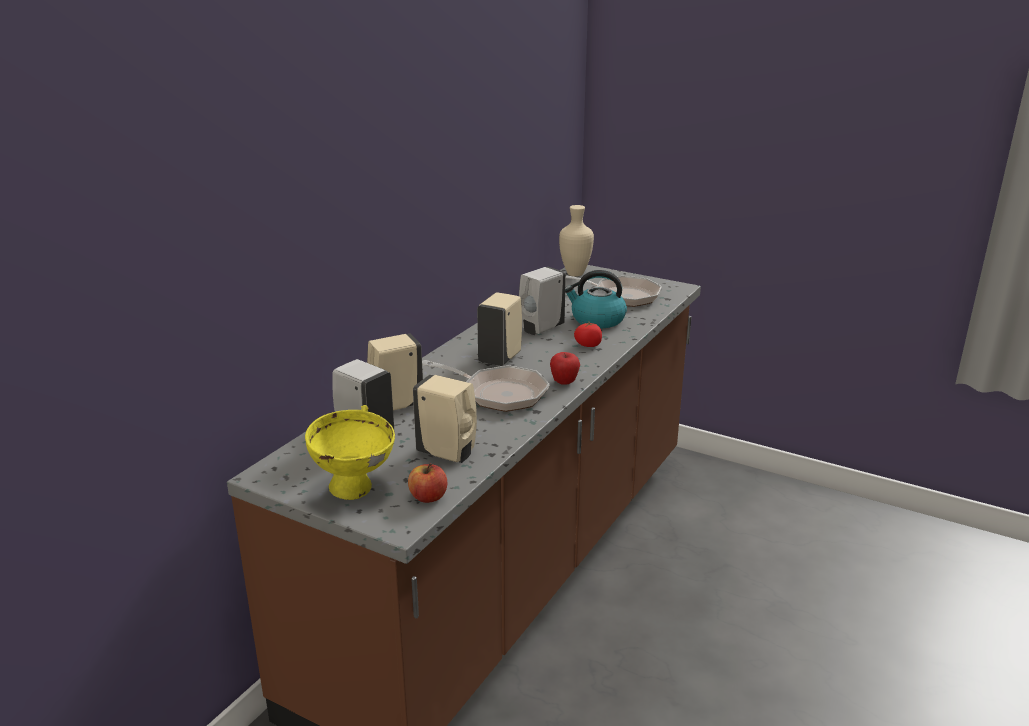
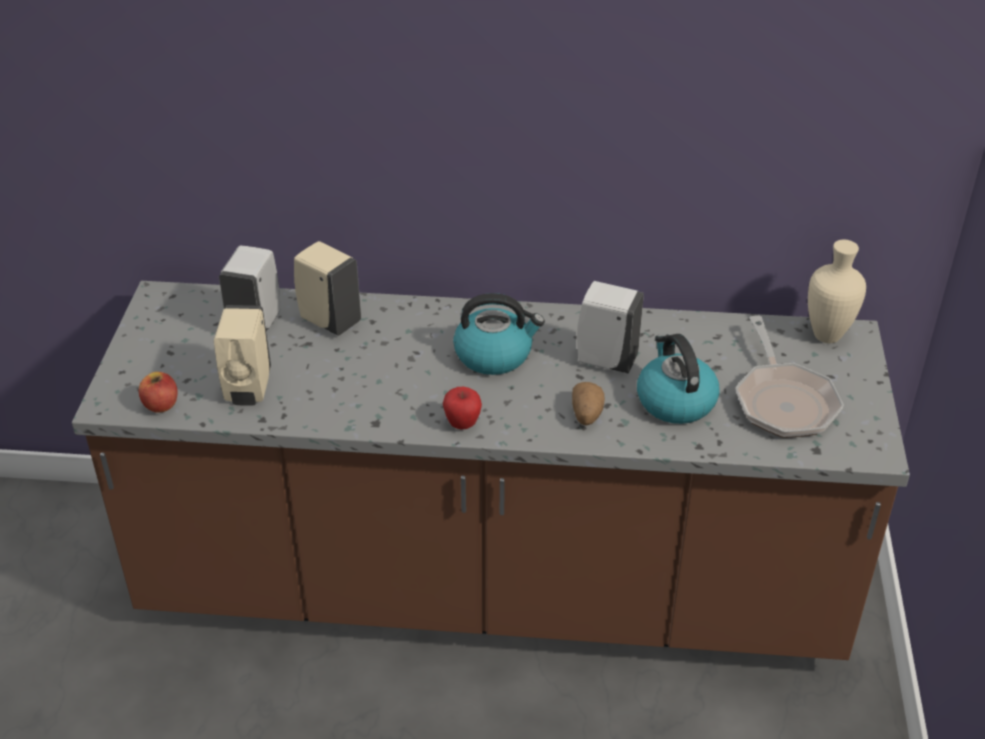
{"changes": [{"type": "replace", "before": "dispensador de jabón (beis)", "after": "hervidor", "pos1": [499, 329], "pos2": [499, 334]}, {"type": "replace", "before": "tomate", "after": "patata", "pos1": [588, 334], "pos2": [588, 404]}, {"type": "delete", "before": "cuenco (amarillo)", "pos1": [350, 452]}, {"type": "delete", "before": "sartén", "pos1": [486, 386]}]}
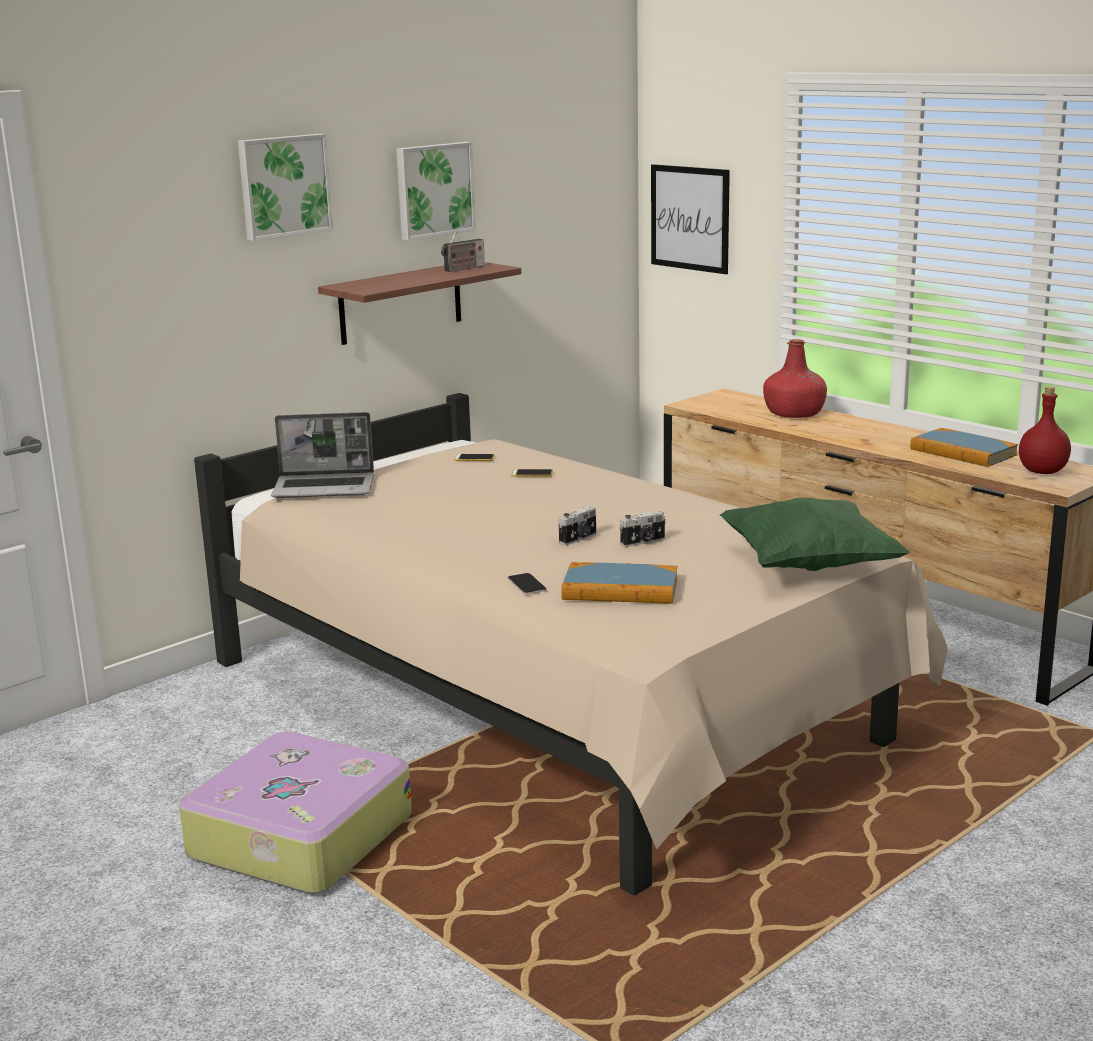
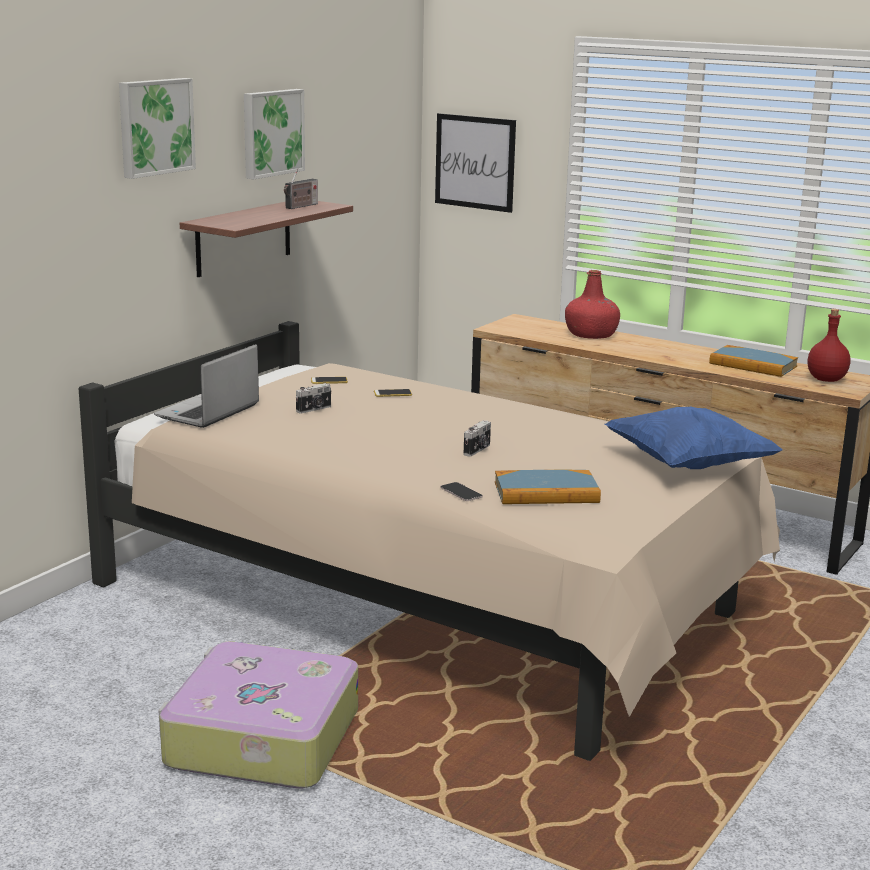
{"changes": [{"type": "rotate", "before": "portátil", "pos1": [322, 455], "pos2": [206, 386], "turn": 135}, {"type": "move", "before": "cámara", "pos1": [643, 528], "pos2": [313, 398]}, {"type": "recolor", "before": "cojín (verde)", "after": "cojín (azul)", "pos1": [815, 534], "pos2": [694, 438]}]}
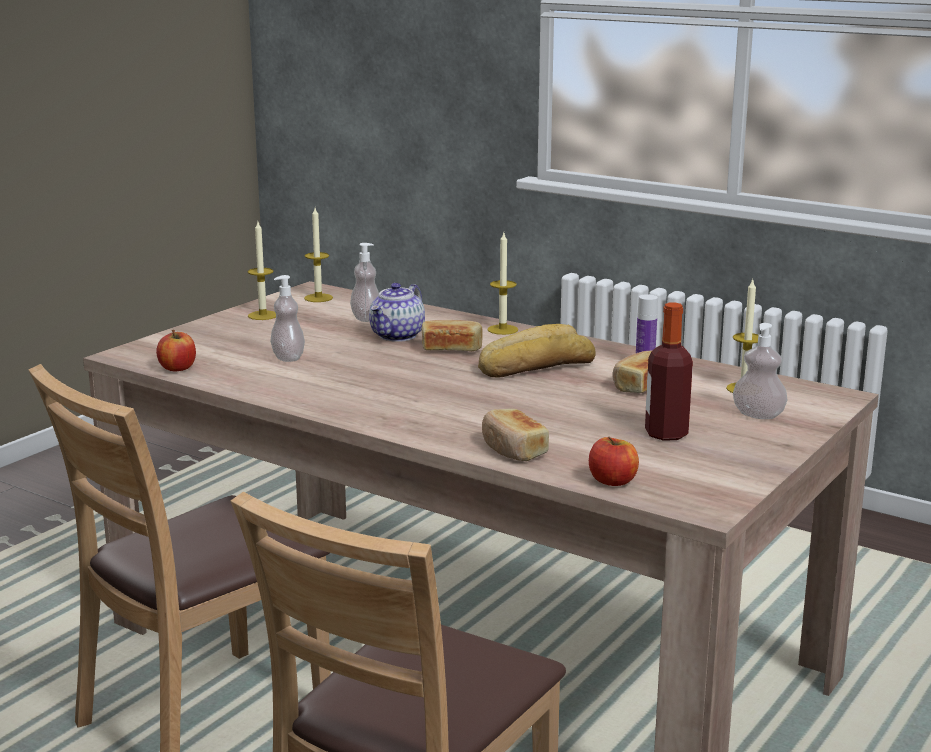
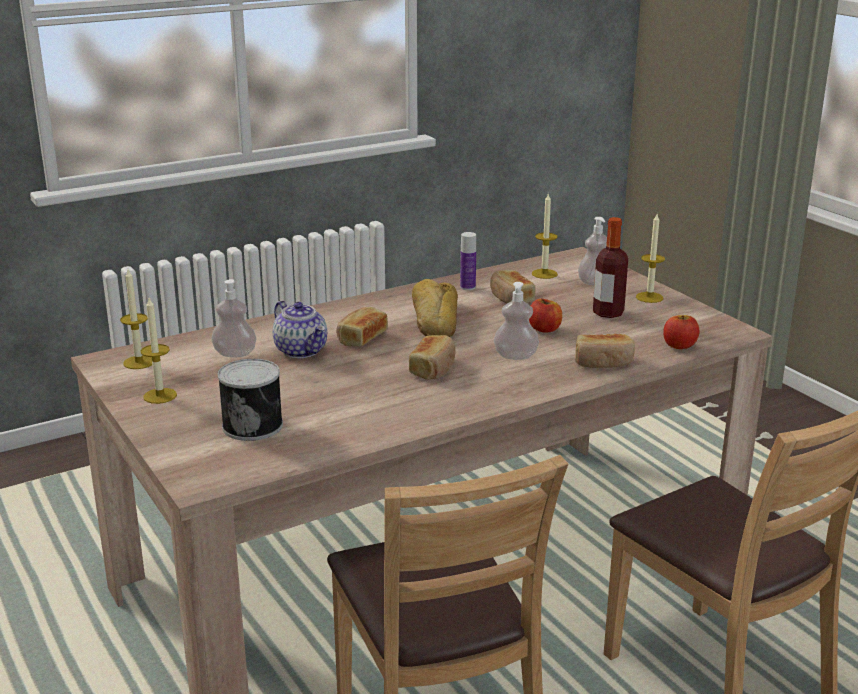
{"changes": [{"type": "insert", "after": "lata", "pos2": [250, 400]}, {"type": "insert", "after": "pan", "pos2": [432, 357]}, {"type": "move", "before": "dispensador de jabón", "pos1": [287, 318], "pos2": [516, 321]}, {"type": "move", "before": "manzana", "pos1": [176, 350], "pos2": [545, 315]}, {"type": "move", "before": "vela", "pos1": [502, 284], "pos2": [650, 258]}]}
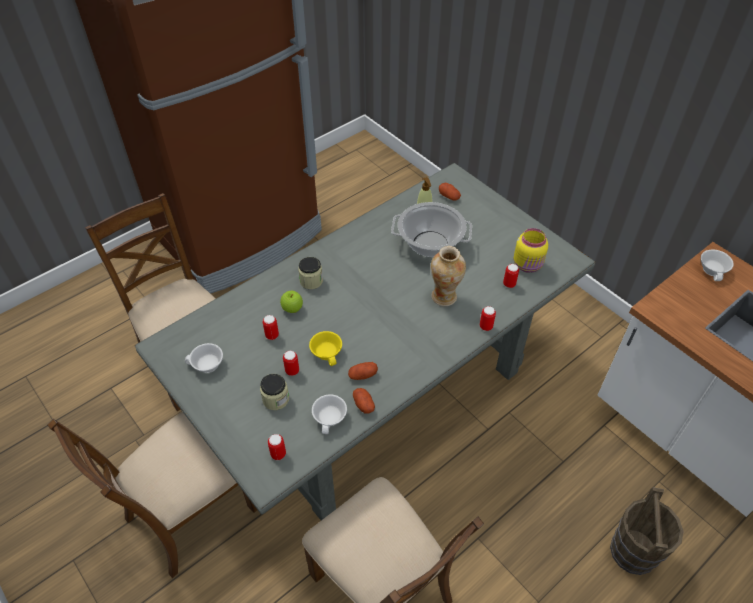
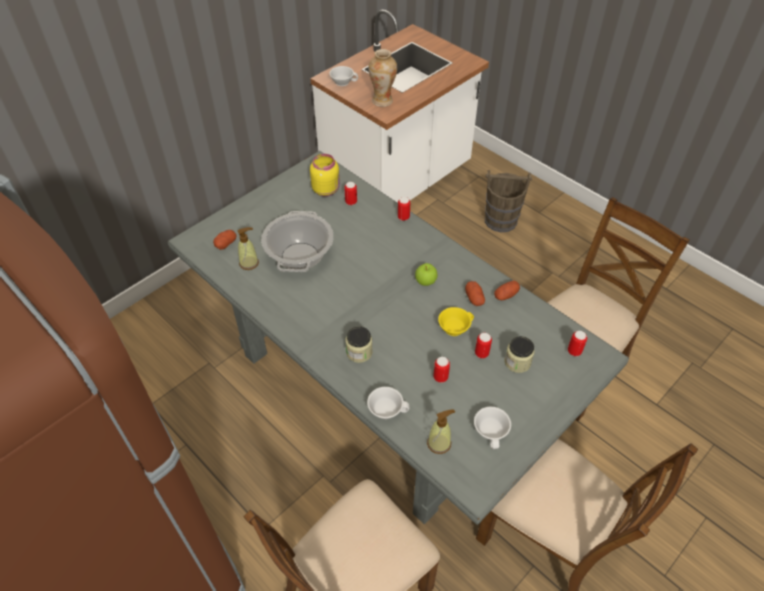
{"changes": [{"type": "move", "before": "taza (blanco)", "pos1": [329, 414], "pos2": [388, 403]}, {"type": "move", "before": "florero", "pos1": [448, 276], "pos2": [382, 78]}, {"type": "move", "before": "manzana", "pos1": [291, 302], "pos2": [426, 274]}, {"type": "insert", "after": "dispensador de jabón", "pos2": [441, 432]}]}
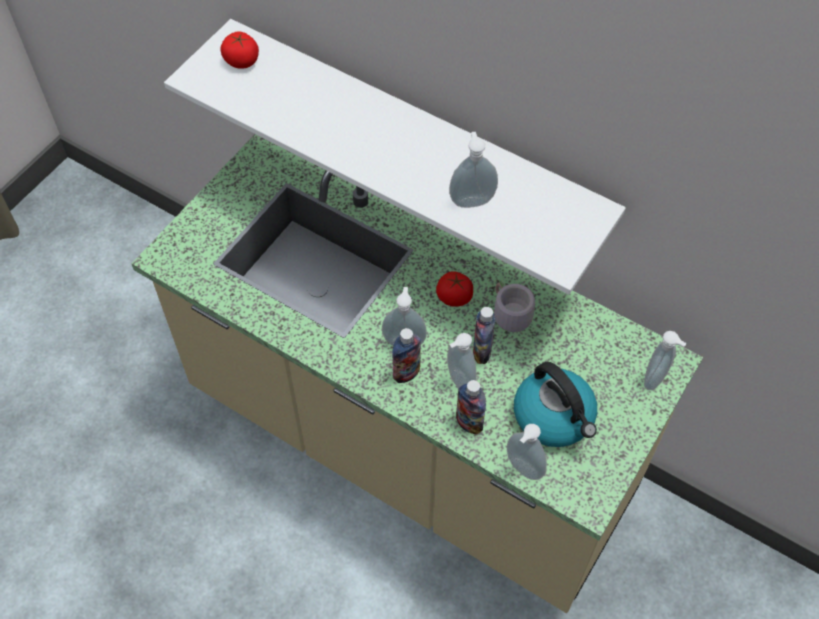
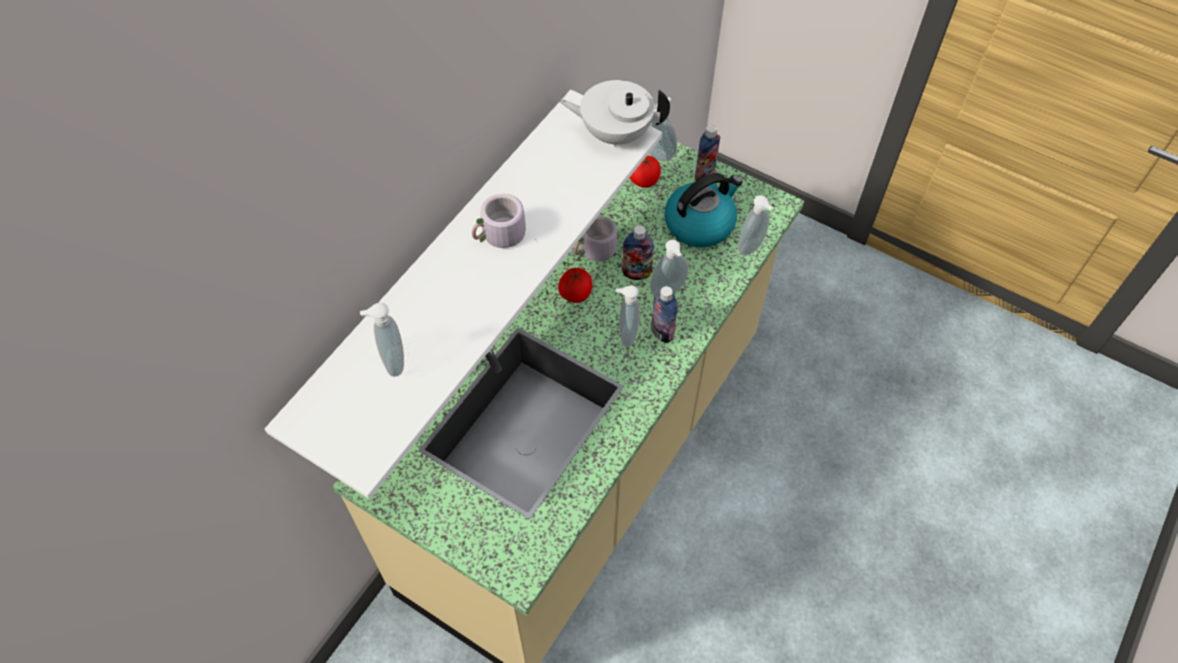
{"changes": [{"type": "move", "before": "dispensador de jabón", "pos1": [473, 170], "pos2": [382, 340]}, {"type": "insert", "after": "taza grande (gris)", "pos2": [504, 221]}, {"type": "insert", "after": "tetera (blanco)", "pos2": [614, 113]}, {"type": "move", "before": "tomate", "pos1": [239, 50], "pos2": [645, 171]}, {"type": "move", "before": "botella", "pos1": [471, 407], "pos2": [707, 153]}]}
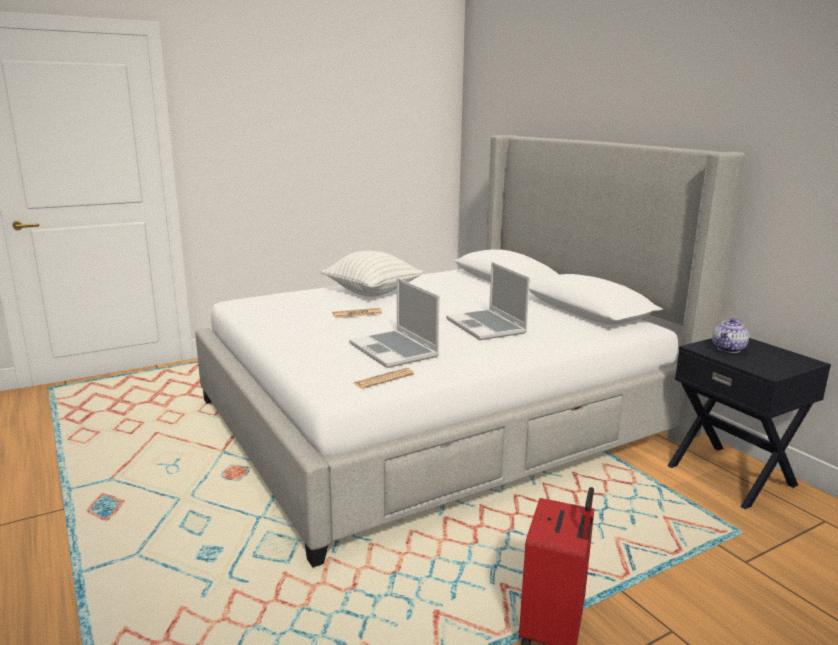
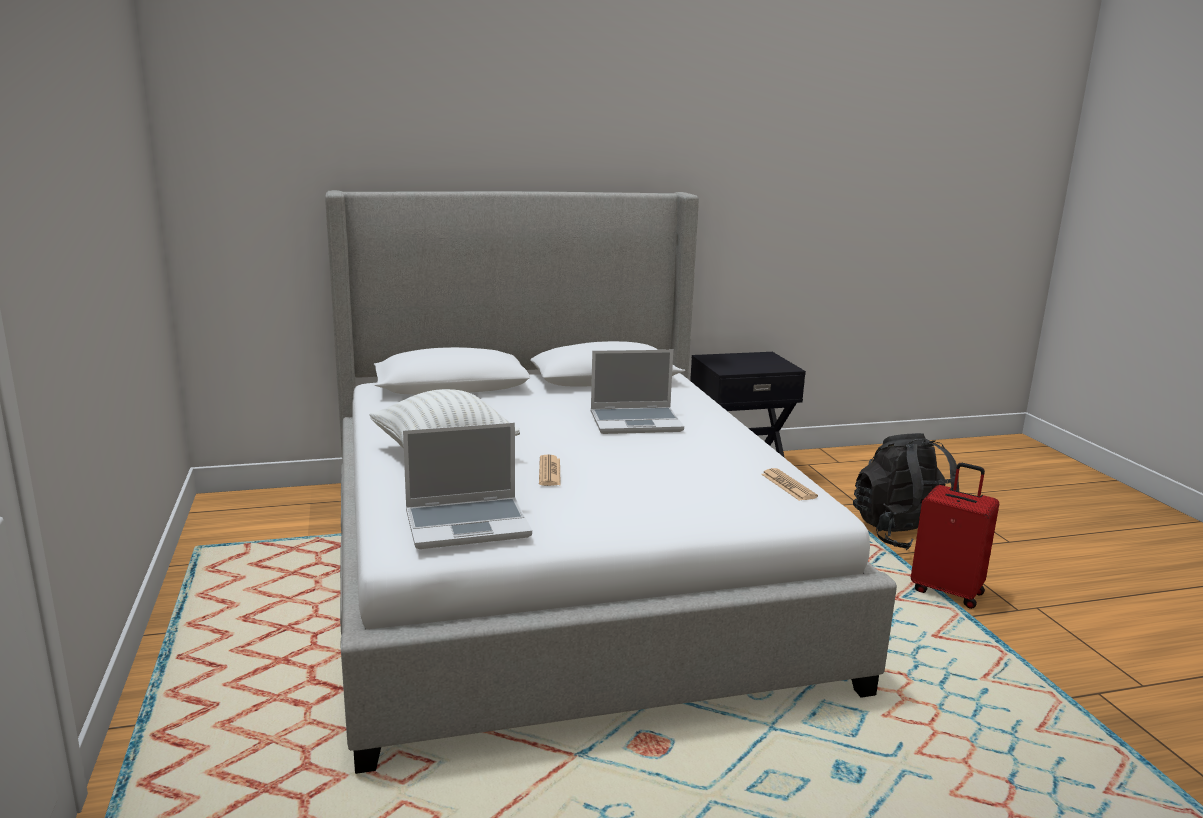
{"changes": [{"type": "move", "before": "portátil", "pos1": [394, 323], "pos2": [467, 485]}, {"type": "insert", "after": "mochila (negro)", "pos2": [906, 491]}, {"type": "delete", "before": "tetera", "pos1": [730, 335]}]}
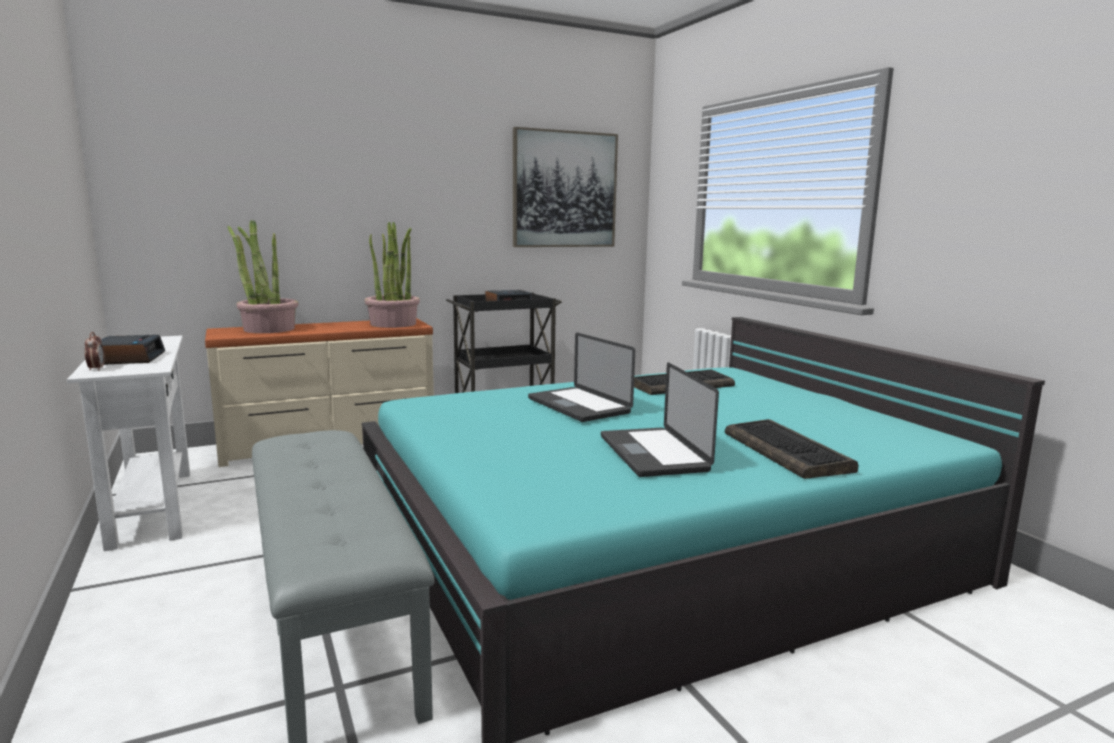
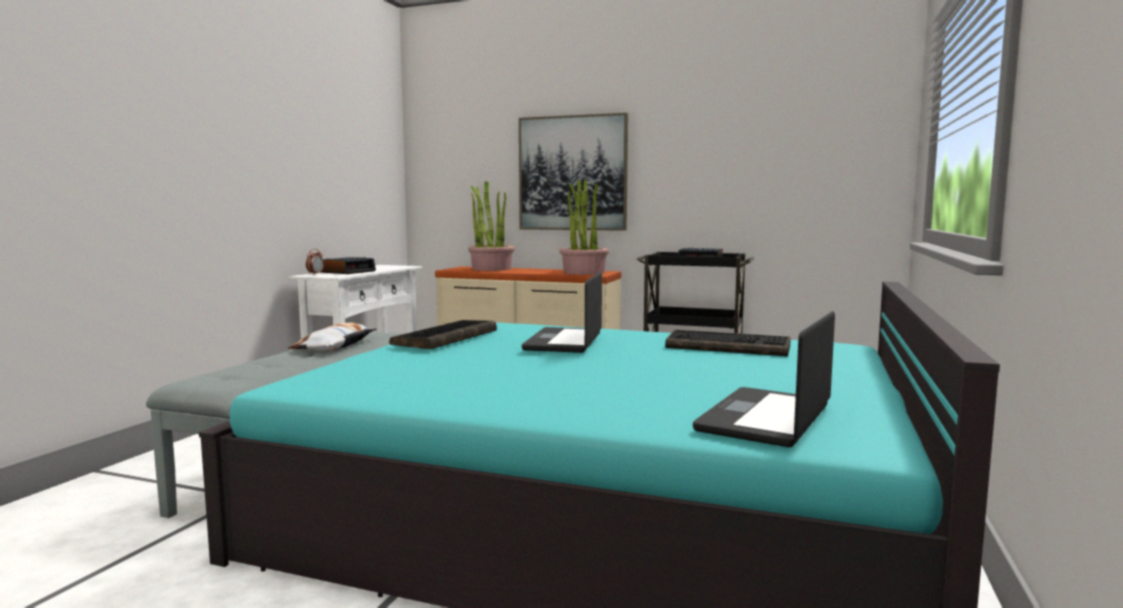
{"changes": [{"type": "insert", "after": "cojín", "pos2": [332, 336]}, {"type": "move", "before": "teclado", "pos1": [792, 449], "pos2": [443, 334]}, {"type": "move", "before": "cuadro", "pos1": [565, 187], "pos2": [573, 172]}, {"type": "move", "before": "portátil", "pos1": [660, 419], "pos2": [764, 379]}]}
